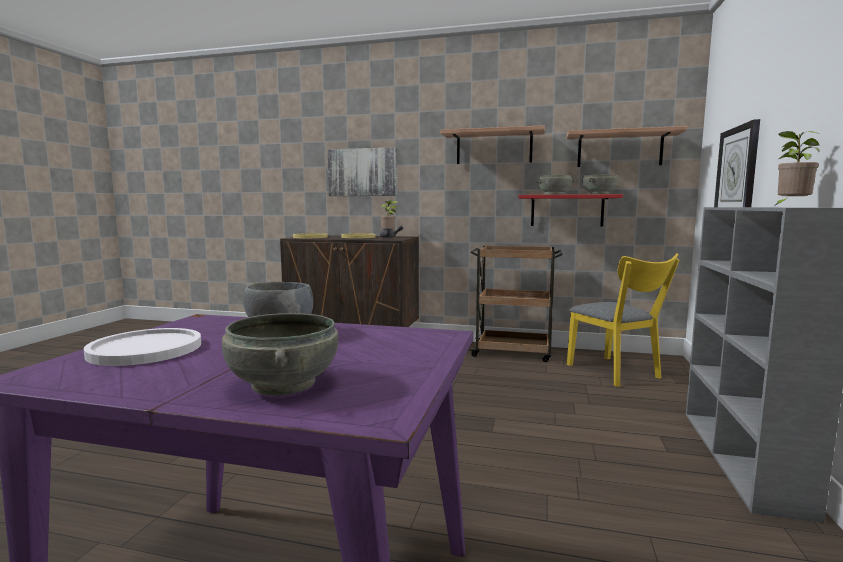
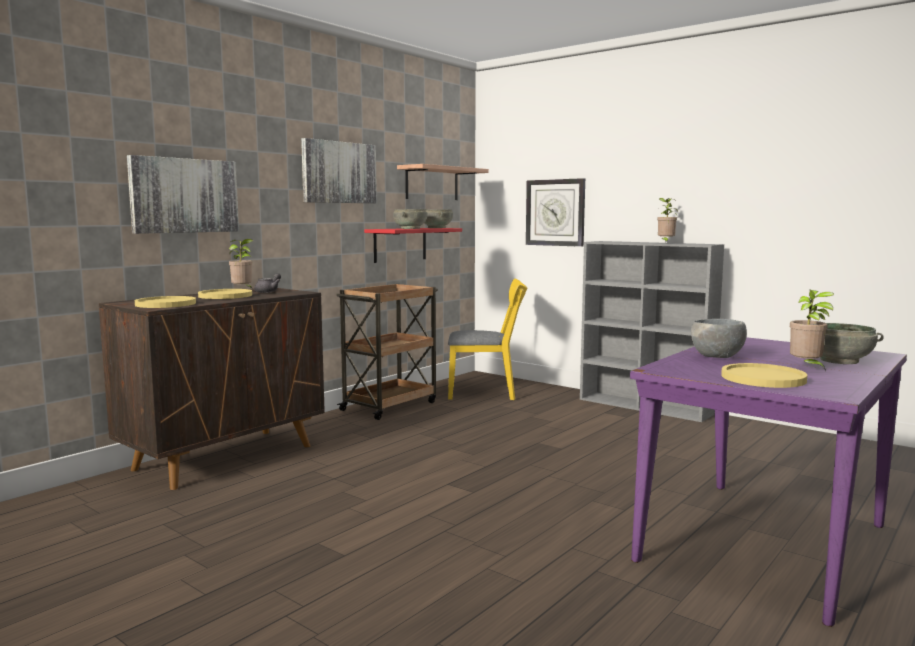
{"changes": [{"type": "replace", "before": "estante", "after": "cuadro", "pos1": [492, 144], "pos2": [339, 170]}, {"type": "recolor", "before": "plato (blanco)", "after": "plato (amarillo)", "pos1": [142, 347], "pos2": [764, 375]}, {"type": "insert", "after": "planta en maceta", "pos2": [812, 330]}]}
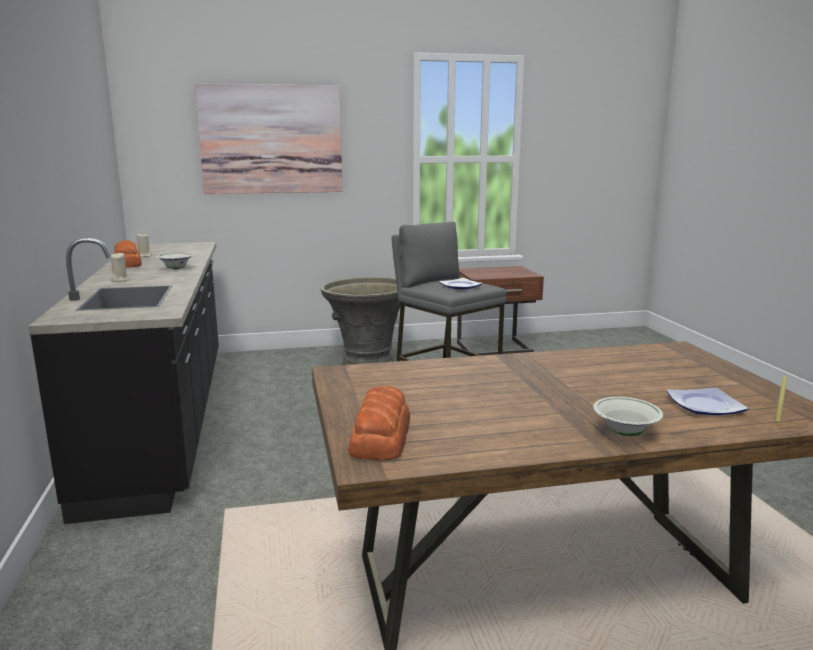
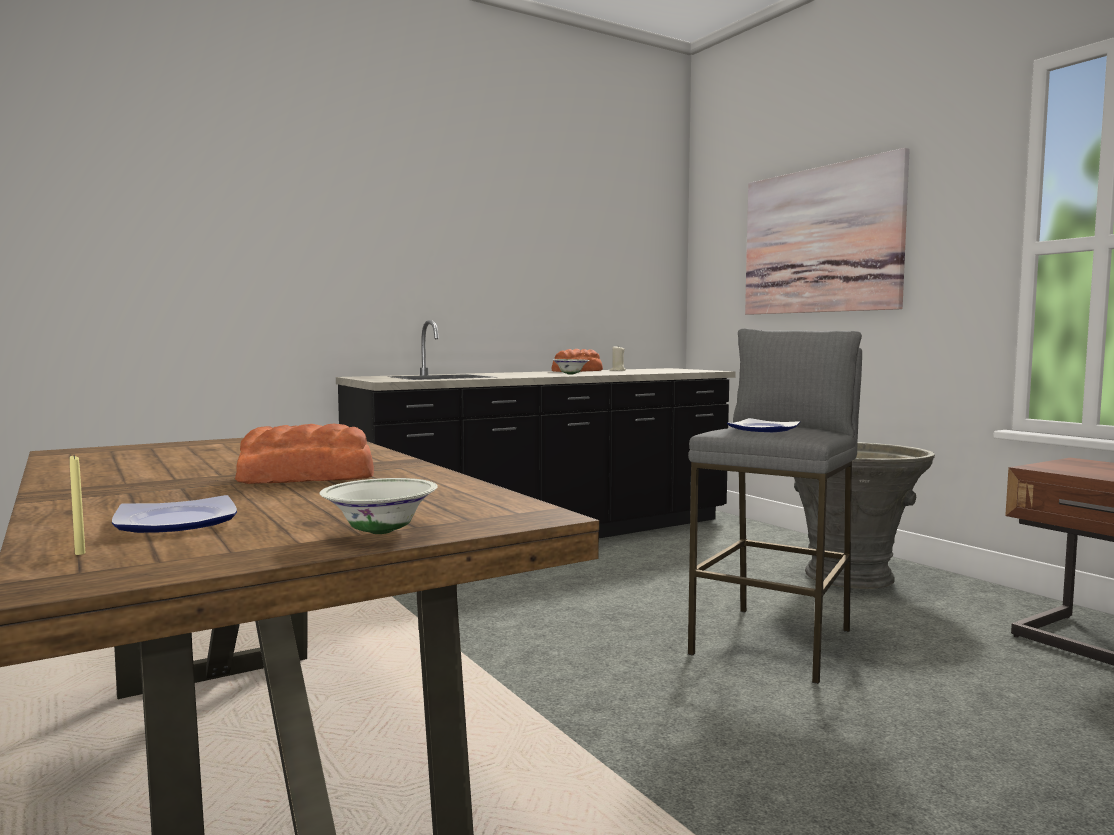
{"changes": [{"type": "move", "before": "pan", "pos1": [379, 423], "pos2": [304, 454]}, {"type": "move", "before": "cuenco (blanco)", "pos1": [628, 416], "pos2": [379, 506]}, {"type": "delete", "before": "vela (beis)", "pos1": [120, 267]}]}
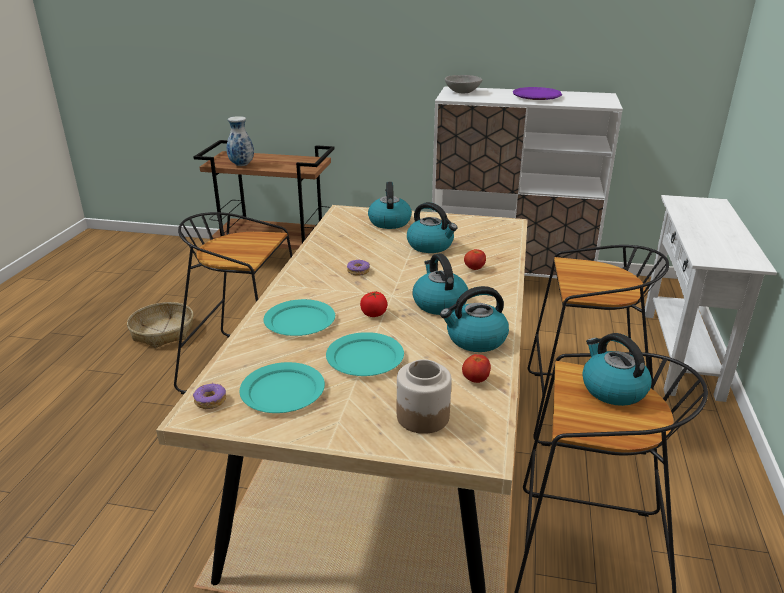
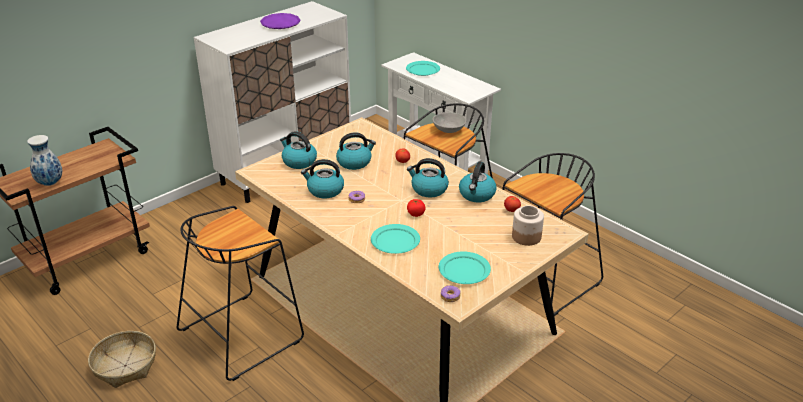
{"changes": [{"type": "move", "before": "hervidor", "pos1": [617, 369], "pos2": [322, 178]}, {"type": "move", "before": "plato (turquesa)", "pos1": [365, 354], "pos2": [423, 68]}, {"type": "move", "before": "cuenco (gris)", "pos1": [463, 84], "pos2": [449, 122]}]}
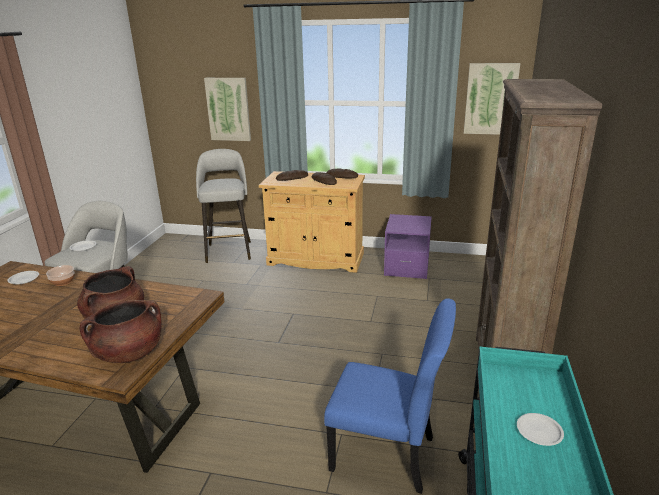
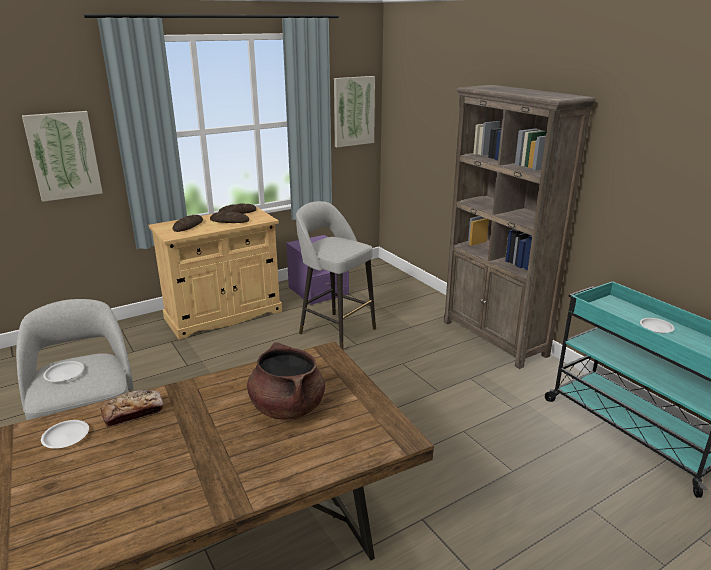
{"changes": [{"type": "replace", "before": "cuenco", "after": "pan", "pos1": [60, 275], "pos2": [131, 408]}, {"type": "move", "before": "taburete (gris)", "pos1": [223, 206], "pos2": [336, 275]}, {"type": "delete", "before": "olla (marrón)", "pos1": [121, 331]}, {"type": "delete", "before": "silla (azul)", "pos1": [390, 396]}]}
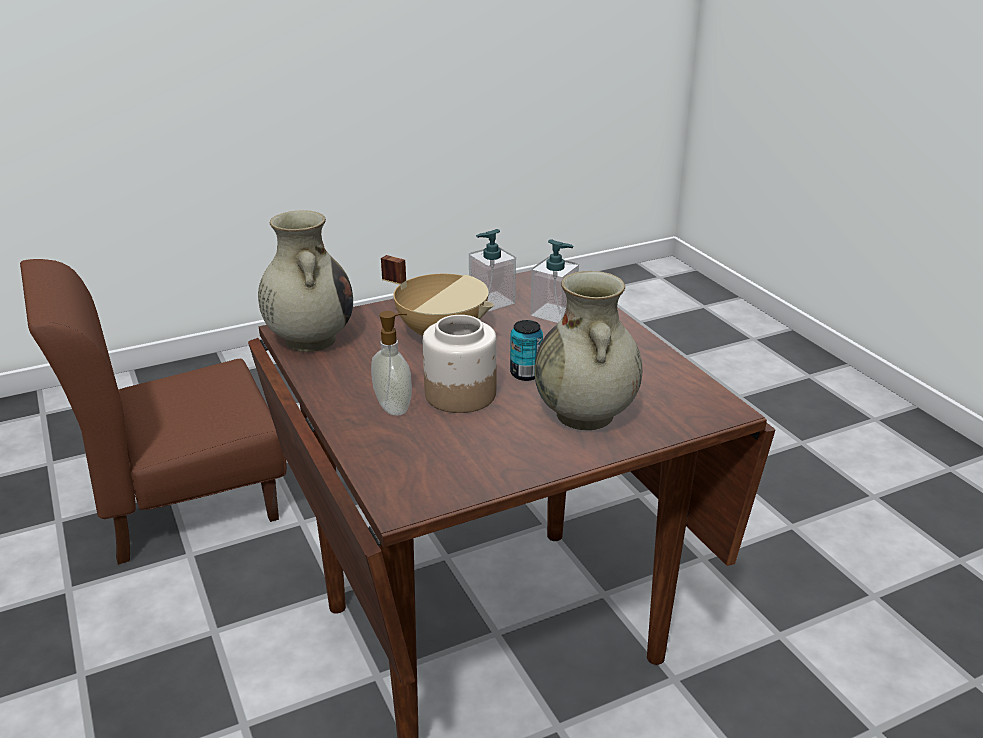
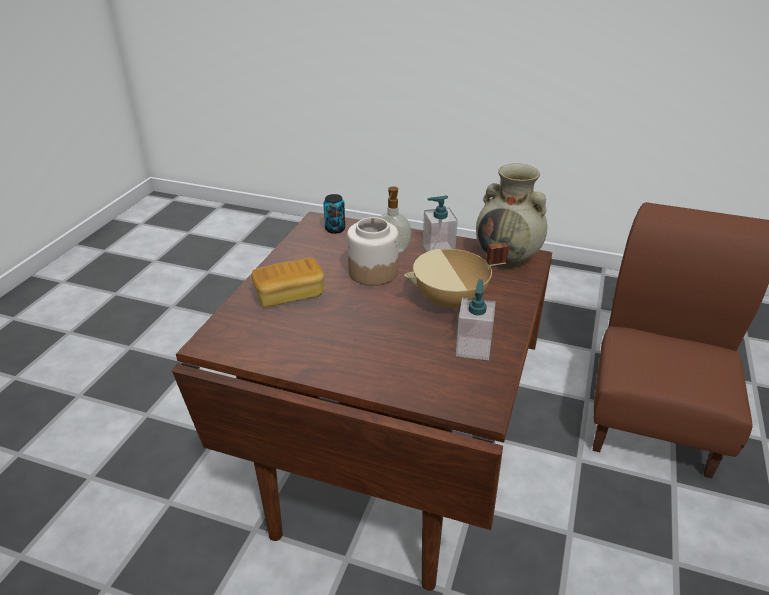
{"changes": [{"type": "replace", "before": "florero (beis)", "after": "pan", "pos1": [588, 350], "pos2": [288, 283]}, {"type": "move", "before": "lata", "pos1": [526, 350], "pos2": [334, 214]}, {"type": "move", "before": "dispensador de jabón", "pos1": [554, 281], "pos2": [440, 224]}]}
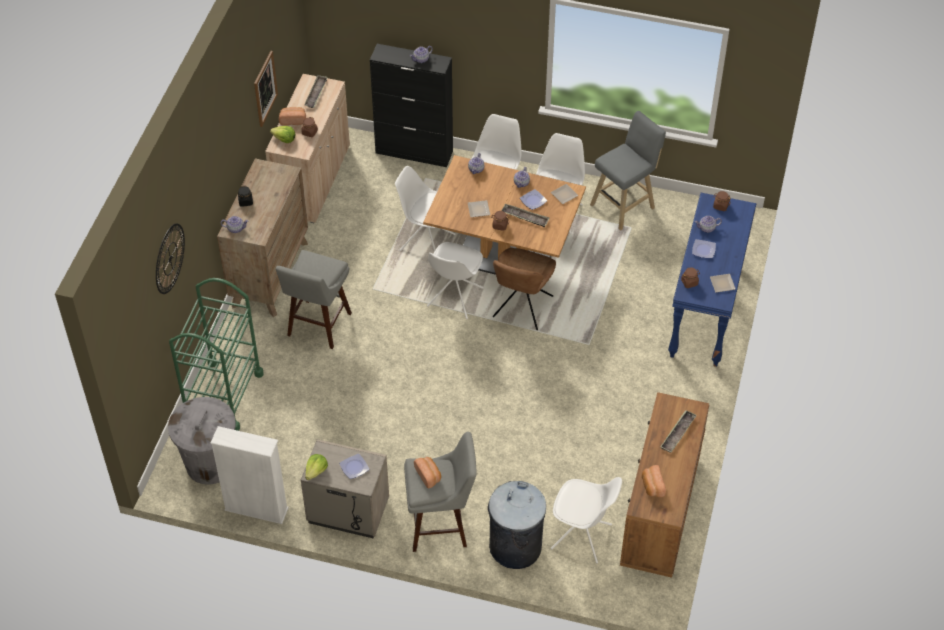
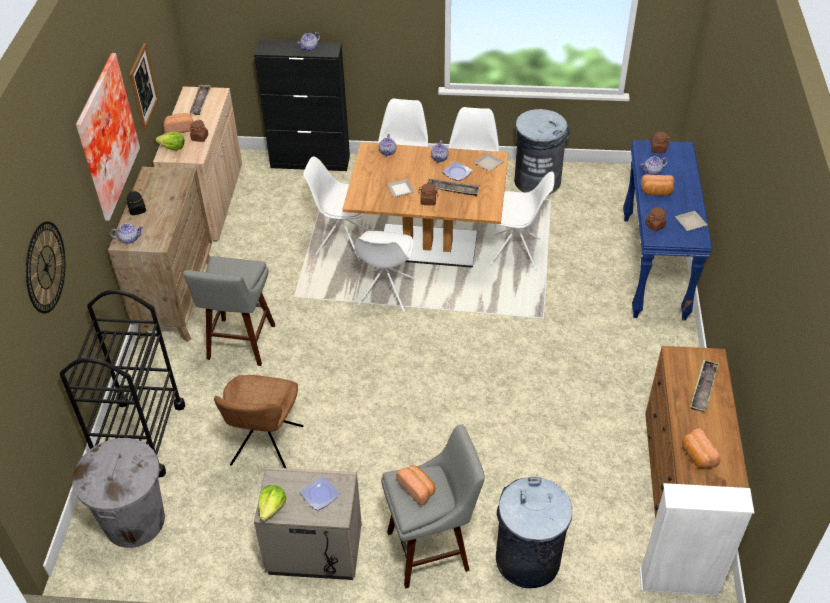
{"changes": [{"type": "recolor", "before": "carrito (verde)", "after": "carrito (negro)", "pos1": [216, 354], "pos2": [122, 384]}, {"type": "insert", "after": "cuadro", "pos2": [108, 137]}, {"type": "move", "before": "silla (marrón)", "pos1": [524, 289], "pos2": [258, 421]}, {"type": "move", "before": "silla (blanco)", "pos1": [586, 520], "pos2": [522, 220]}, {"type": "replace", "before": "taburete (gris)", "after": "papelera (gris)", "pos1": [628, 171], "pos2": [542, 152]}, {"type": "move", "before": "estantería (blanco)", "pos1": [249, 475], "pos2": [697, 539]}, {"type": "replace", "before": "plato", "after": "pan", "pos1": [704, 248], "pos2": [657, 185]}]}
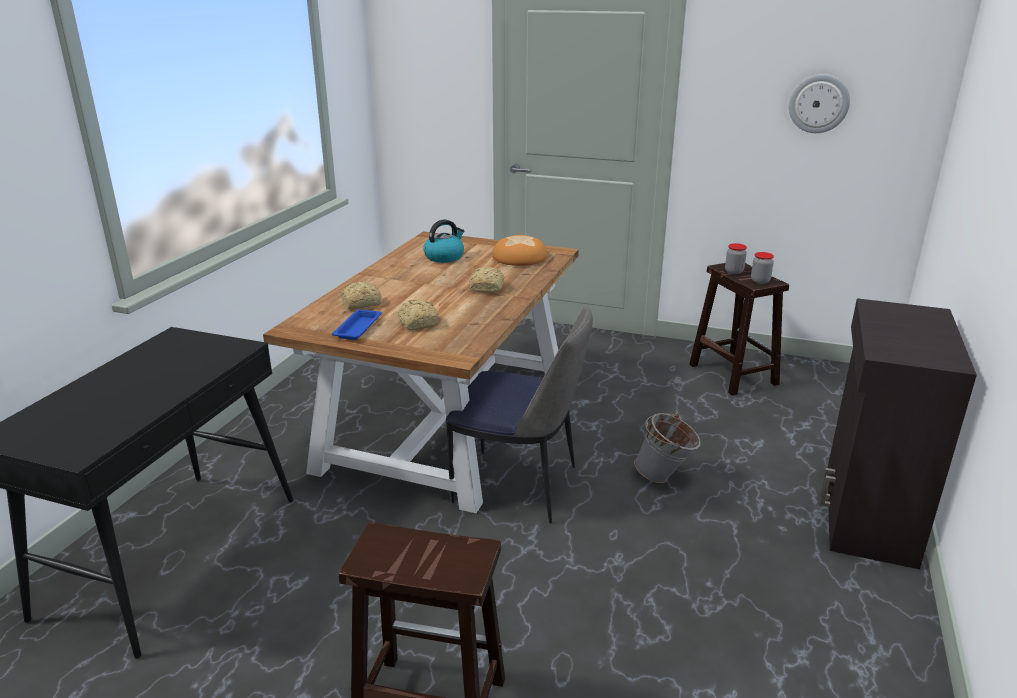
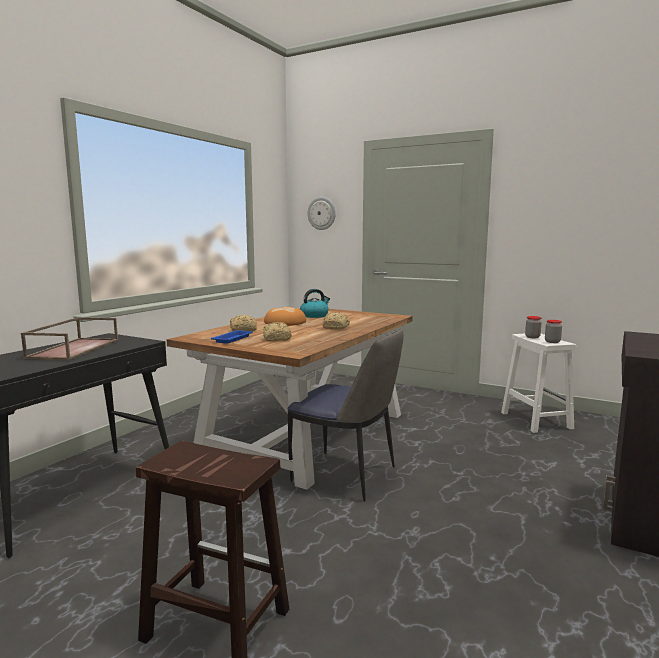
{"changes": [{"type": "insert", "after": "bandeja (marrón)", "pos2": [69, 338]}, {"type": "move", "before": "pan", "pos1": [519, 250], "pos2": [285, 316]}, {"type": "move", "before": "reloj de pared", "pos1": [819, 103], "pos2": [322, 213]}, {"type": "recolor", "before": "taburete (marrón)", "after": "taburete (blanco)", "pos1": [739, 329], "pos2": [538, 383]}, {"type": "delete", "before": "cubo (gris)", "pos1": [667, 448]}]}
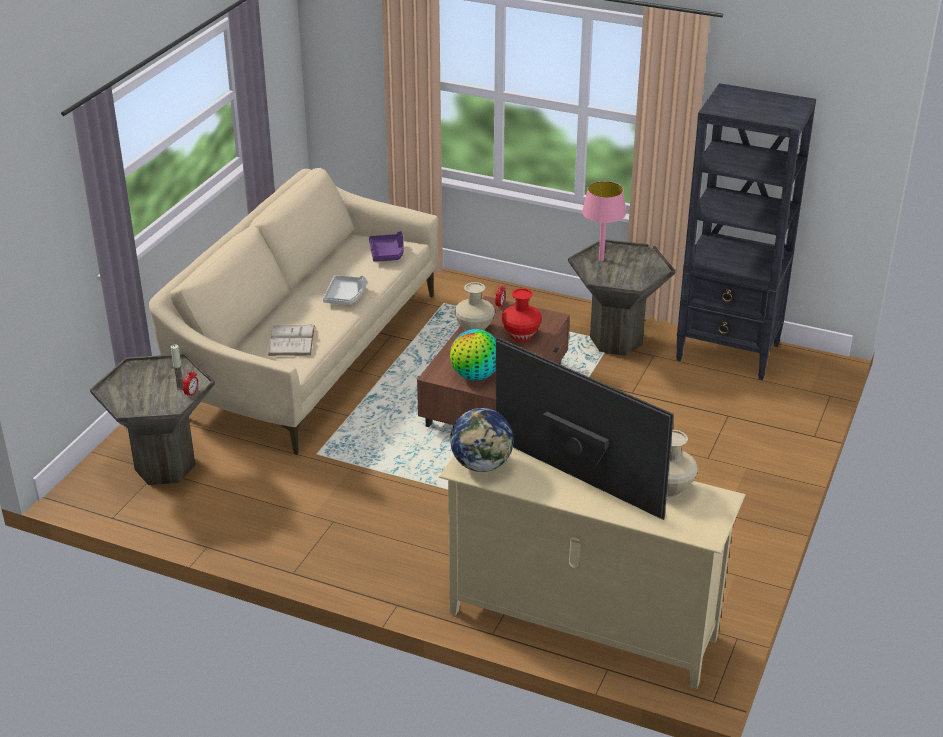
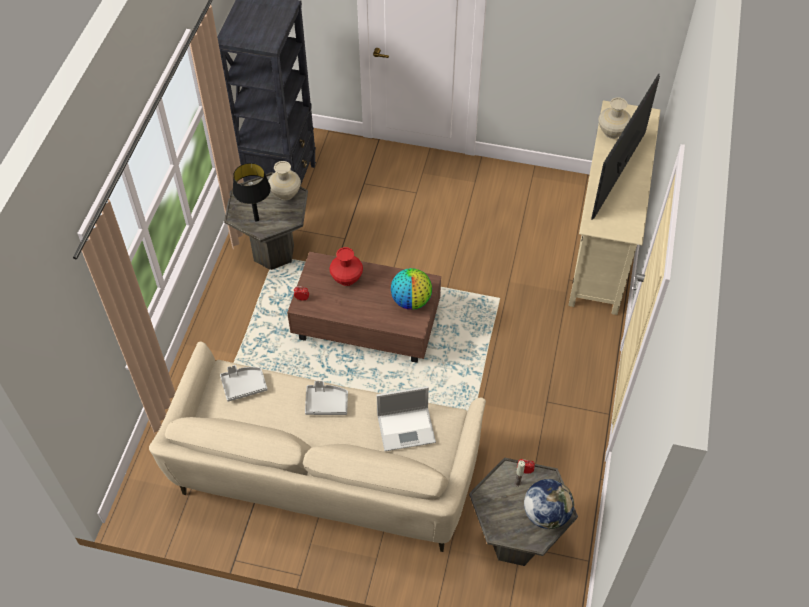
{"changes": [{"type": "recolor", "before": "bandeja (morado)", "after": "bandeja (gris)", "pos1": [386, 246], "pos2": [244, 383]}, {"type": "recolor", "before": "lámpara de mesa (rosa)", "after": "lámpara de mesa (negro)", "pos1": [604, 221], "pos2": [252, 192]}, {"type": "move", "before": "florero (beis)", "pos1": [475, 306], "pos2": [284, 180]}, {"type": "replace", "before": "libro (blanco)", "after": "portátil", "pos1": [291, 340], "pos2": [406, 418]}, {"type": "move", "before": "globo terráqueo", "pos1": [482, 440], "pos2": [549, 504]}]}
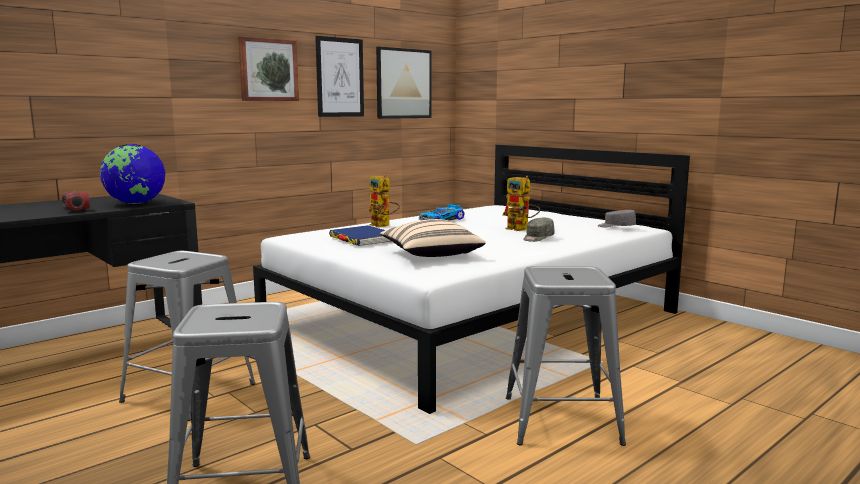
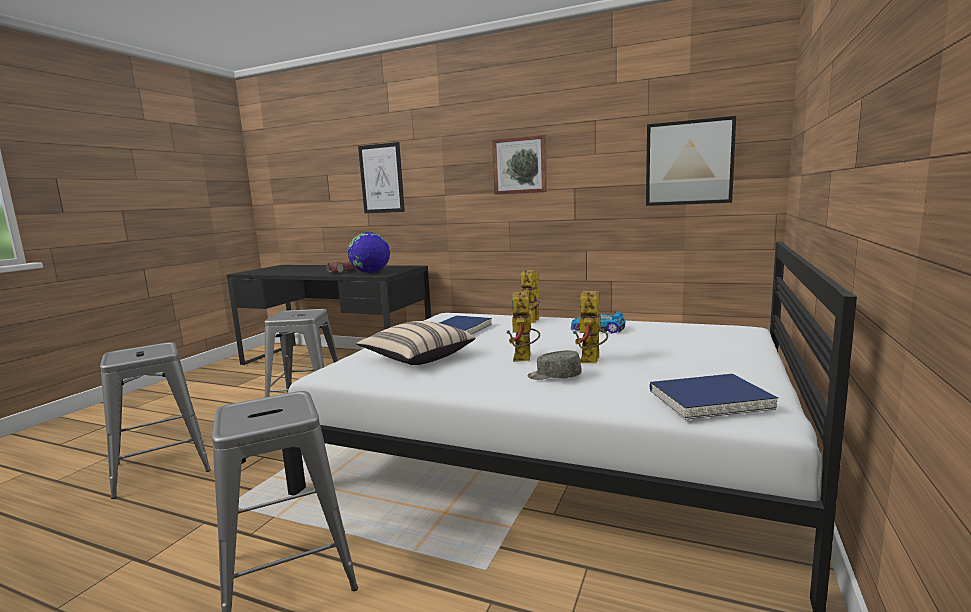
{"changes": [{"type": "move", "before": "cuadro", "pos1": [339, 76], "pos2": [381, 177]}, {"type": "insert", "after": "robot de juguete", "pos2": [523, 327]}, {"type": "replace", "before": "gorra (gris)", "after": "libro (azul)", "pos1": [617, 218], "pos2": [714, 397]}]}
